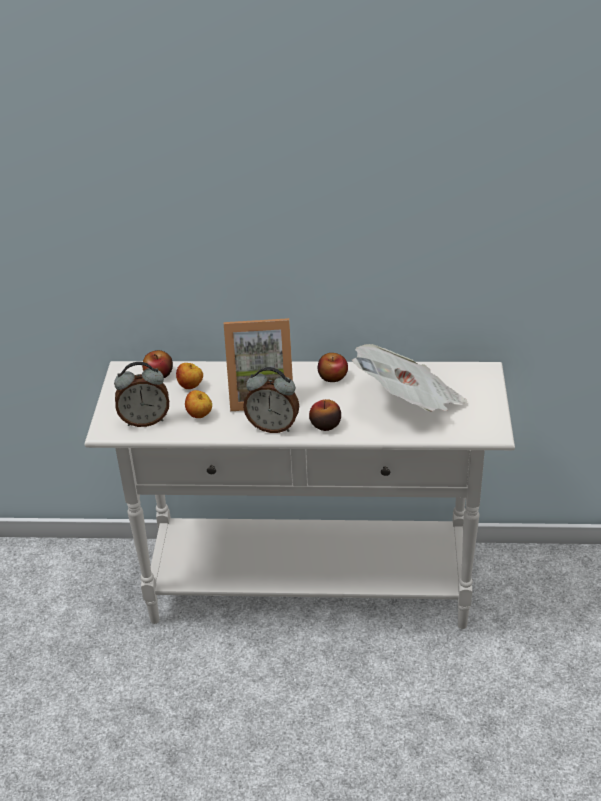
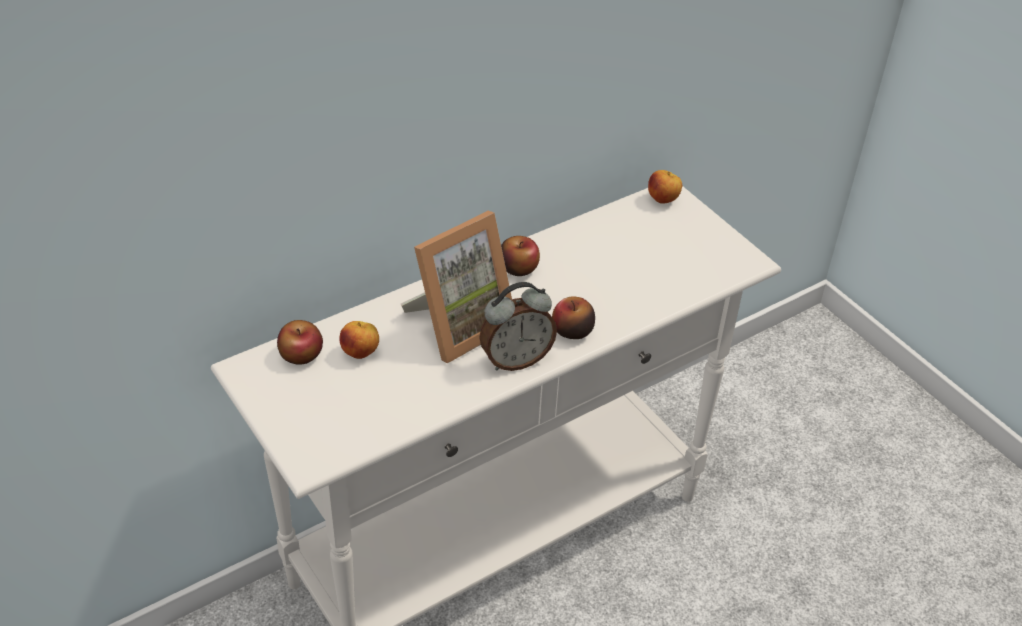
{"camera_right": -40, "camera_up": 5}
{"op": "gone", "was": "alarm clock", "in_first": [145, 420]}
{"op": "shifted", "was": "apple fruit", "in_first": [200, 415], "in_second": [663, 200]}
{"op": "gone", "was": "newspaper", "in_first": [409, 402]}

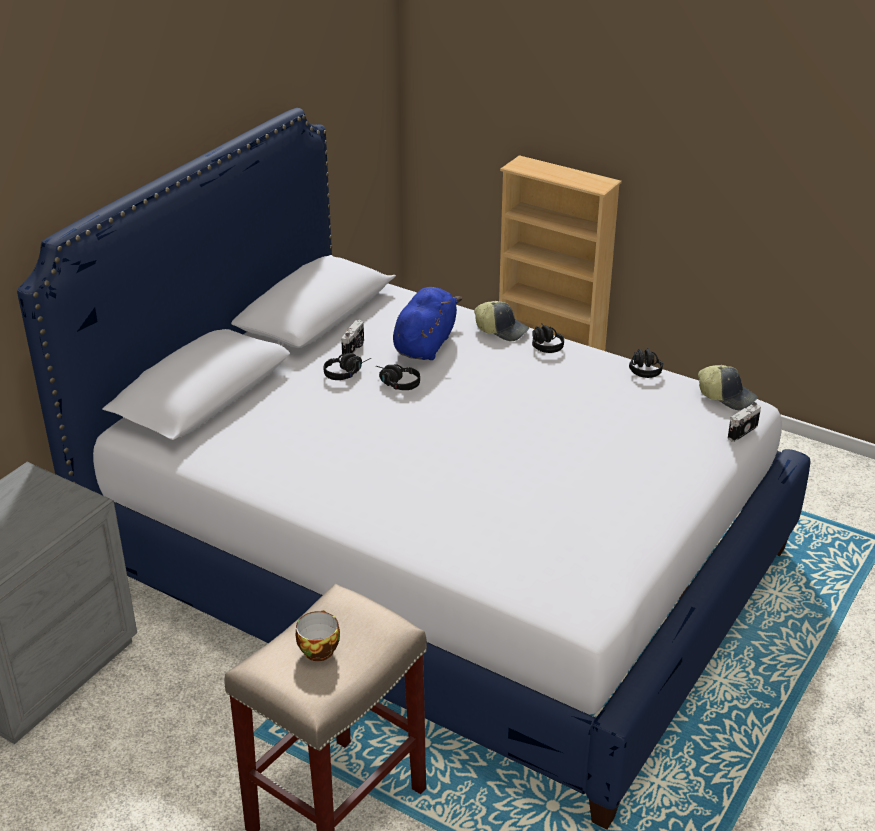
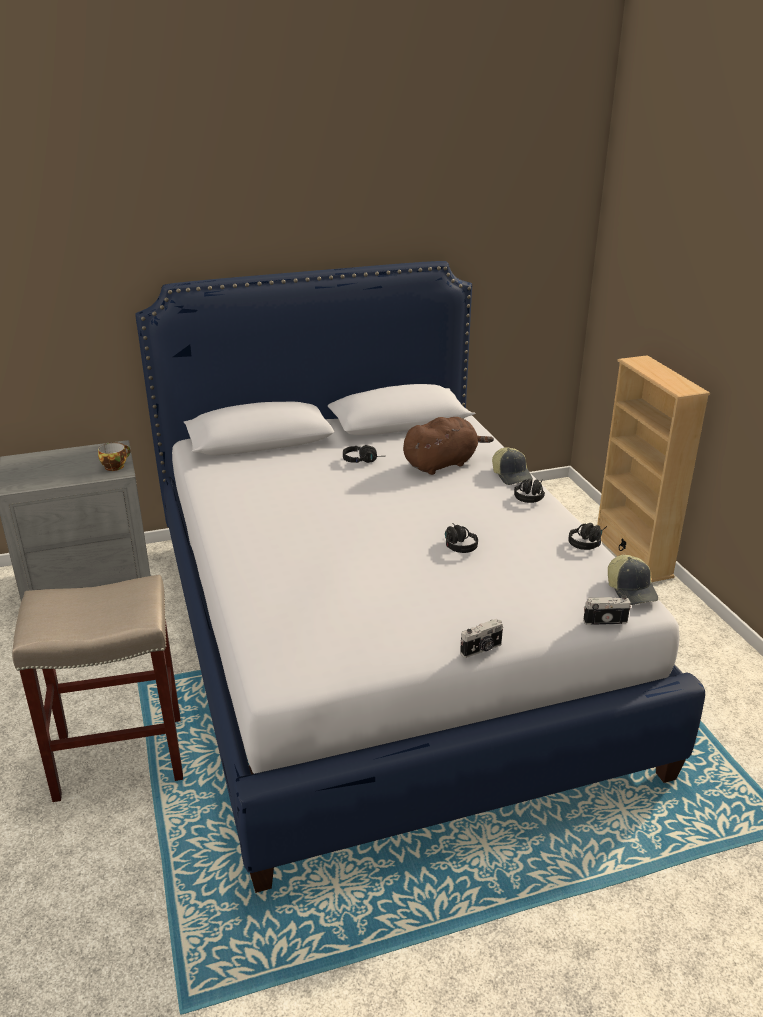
{"camera_right": 40, "camera_up": -5}
{"op": "shifted", "was": "drinking cup", "in_first": [318, 648], "in_second": [115, 466]}
{"op": "shifted", "was": "photo camera", "in_first": [354, 348], "in_second": [482, 649]}
{"op": "shifted", "was": "blackish headphones", "in_first": [395, 383], "in_second": [457, 544]}
{"op": "repainted", "was": "blue soft toy", "now": "brown soft toy", "in_first": [425, 344], "in_second": [442, 464]}

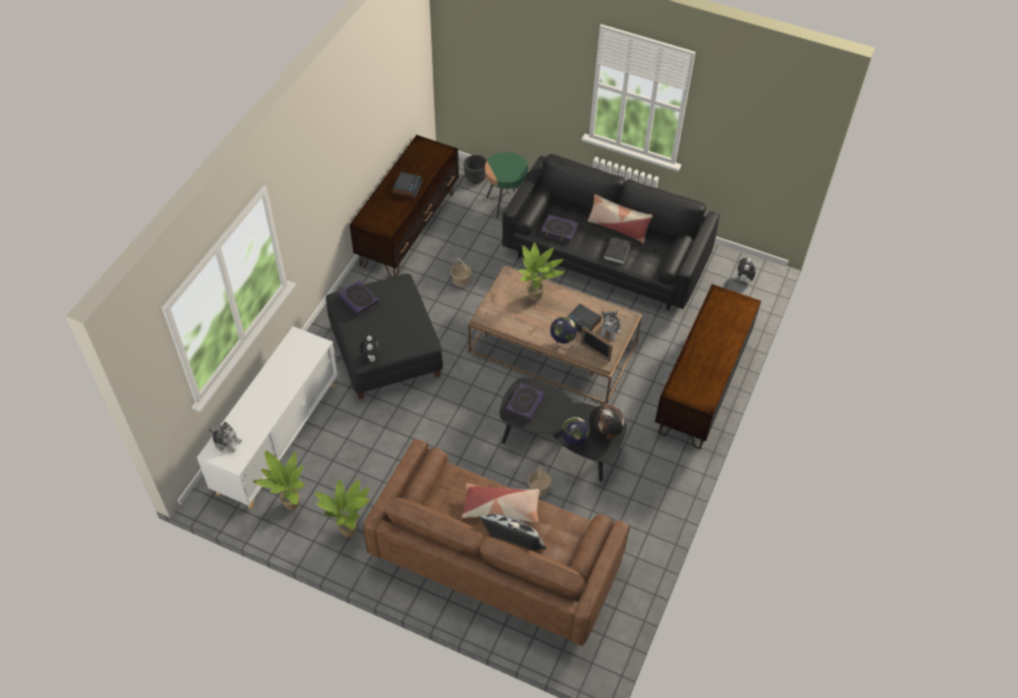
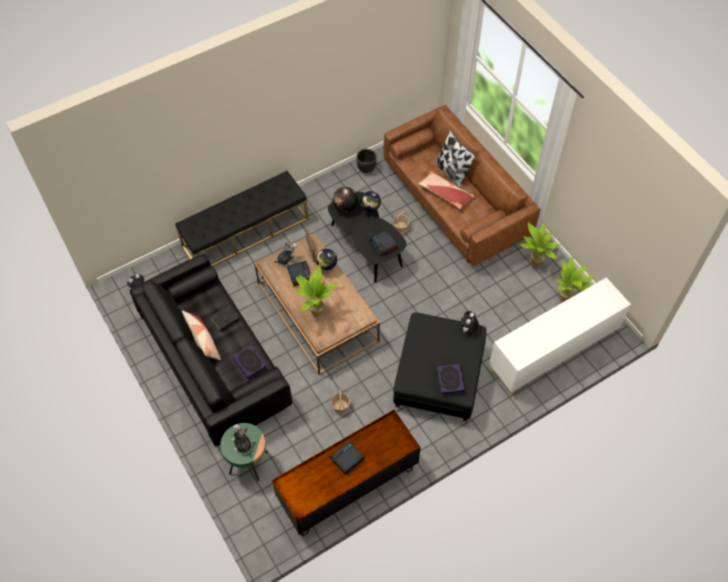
{"camera_right": -145, "camera_up": 5}
{"op": "shifted", "was": "soft toy", "in_first": [226, 442], "in_second": [242, 444]}
{"op": "shifted", "was": "blackish flower pot", "in_first": [476, 179], "in_second": [366, 169]}
{"op": "swapped", "was": "volume", "now": "alarm clock", "in_first": [524, 404], "in_second": [384, 245]}
{"op": "swapped", "was": "brown tv unit", "now": "blackish long seat", "in_first": [701, 387], "in_second": [246, 232]}

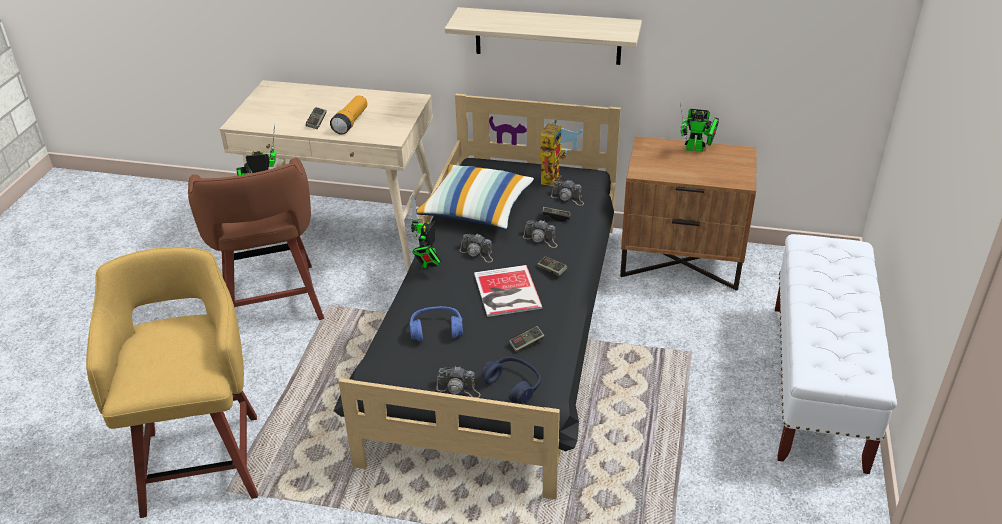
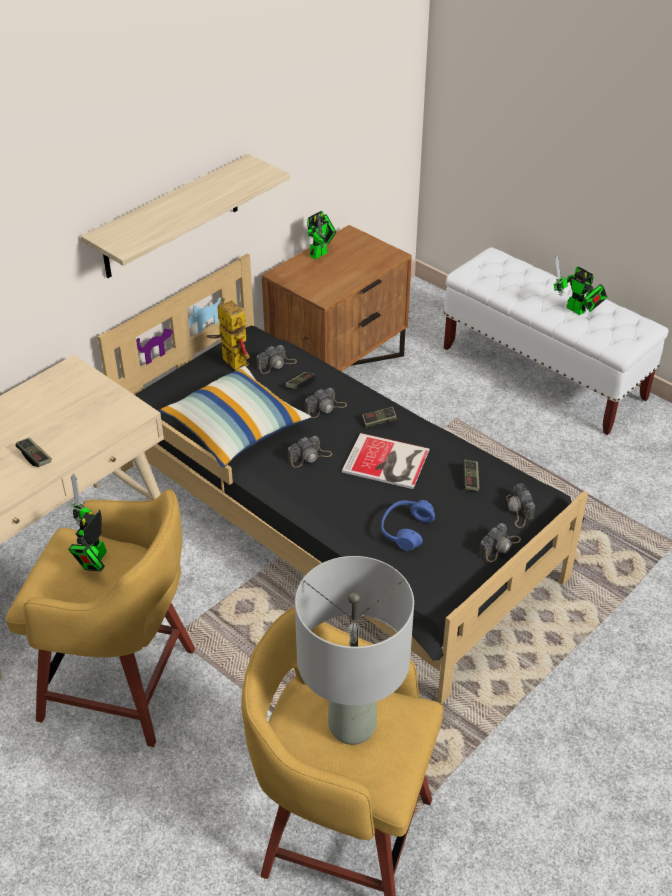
{"camera_right": -60, "camera_up": 5}
{"op": "repainted", "was": "brown stool", "now": "yellow-coloured stool", "in_first": [272, 303], "in_second": [123, 686]}
{"op": "gone", "was": "torch", "in_first": [351, 122]}
{"op": "shifted", "was": "model robot", "in_first": [427, 264], "in_second": [578, 311]}
{"op": "swapped", "was": "blue headphones", "now": "photo camera", "in_first": [513, 385], "in_second": [519, 510]}
{"op": "new", "now": "greyish lamp for a table", "in_second": [353, 726]}

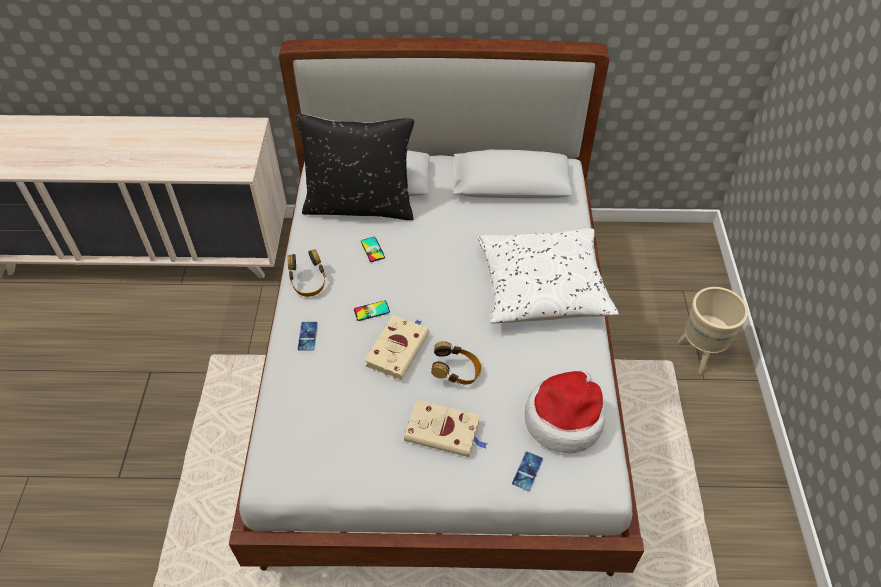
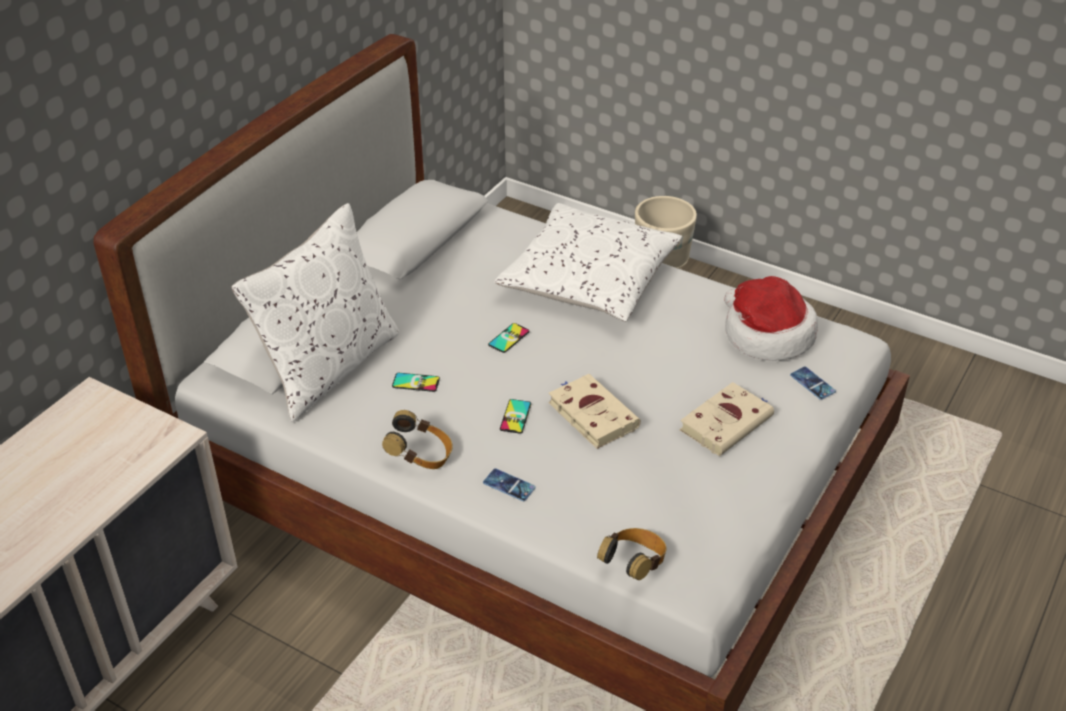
{"camera_right": -60, "camera_up": -10}
{"op": "repainted", "was": "blackish pillow", "now": "white pillow", "in_first": [360, 205], "in_second": [328, 367]}
{"op": "shifted", "was": "headphones", "in_first": [456, 373], "in_second": [634, 565]}
{"op": "new", "now": "handset", "in_second": [509, 338]}

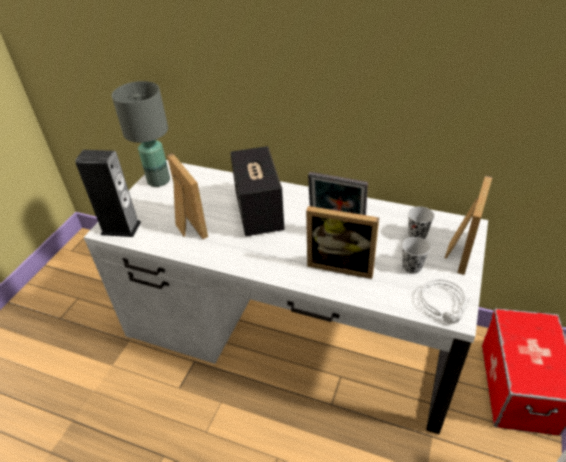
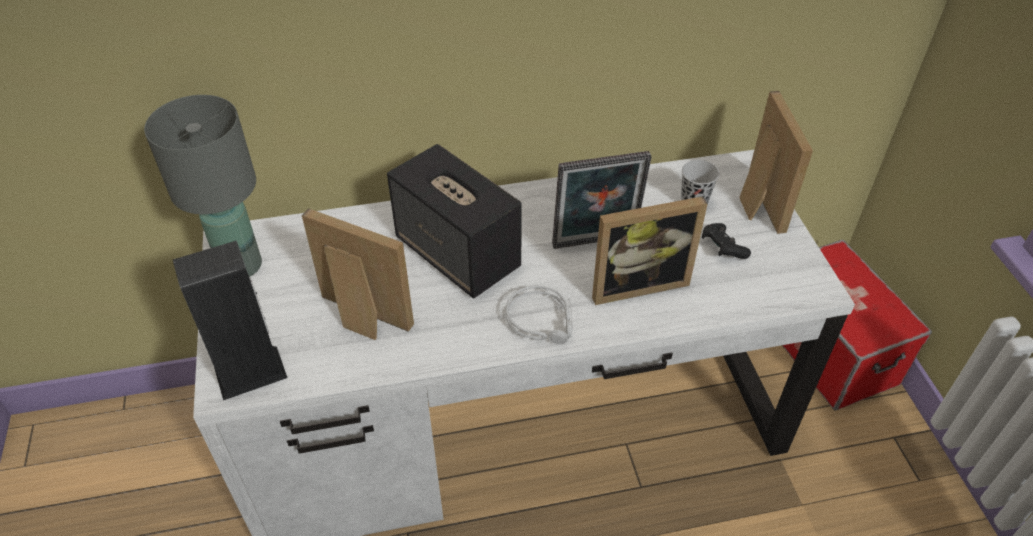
{"camera_right": -35, "camera_up": 5}
{"op": "swapped", "was": "blackish drinking cup", "now": "blackish joypad", "in_first": [412, 267], "in_second": [722, 248]}
{"op": "shifted", "was": "greyish headphones", "in_first": [445, 304], "in_second": [543, 320]}

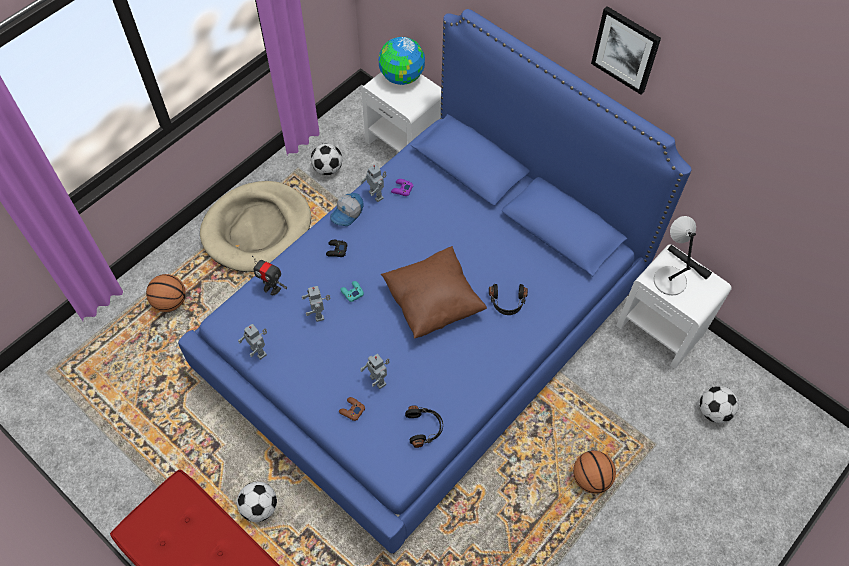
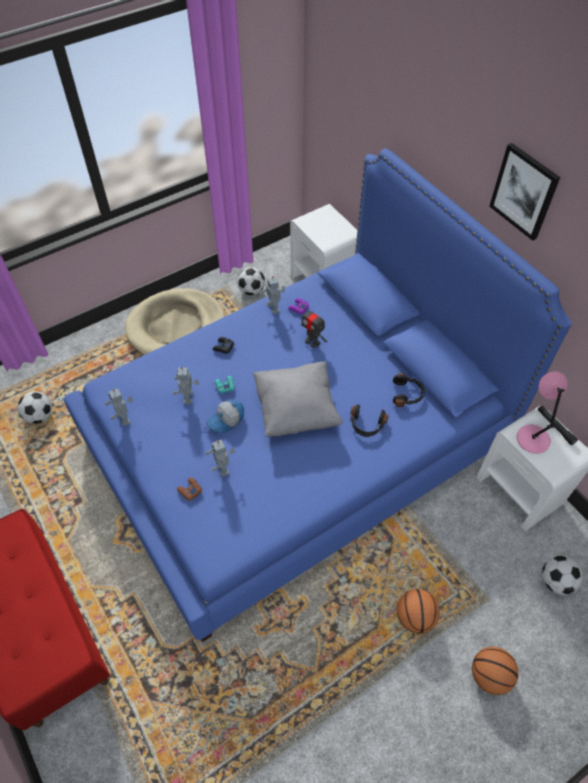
{"camera_right": 15, "camera_up": -5}
{"op": "shifted", "was": "ball for basketball", "in_first": [170, 302], "in_second": [489, 675]}
{"op": "shifted", "was": "ball for football", "in_first": [260, 507], "in_second": [40, 416]}
{"op": "shifted", "was": "model robot", "in_first": [272, 288], "in_second": [312, 341]}
{"op": "shifted", "was": "cap", "in_first": [347, 213], "in_second": [226, 420]}
{"op": "gone", "was": "globe", "in_first": [402, 77]}
{"op": "repainted", "was": "brown pillow", "now": "greyish pillow", "in_first": [433, 302], "in_second": [296, 410]}
{"op": "shifted", "was": "blackish headphones", "in_first": [424, 428], "in_second": [407, 394]}
{"op": "repainted", "was": "greyish lamp for a table", "now": "pink lamp for a table", "in_first": [668, 279], "in_second": [532, 437]}

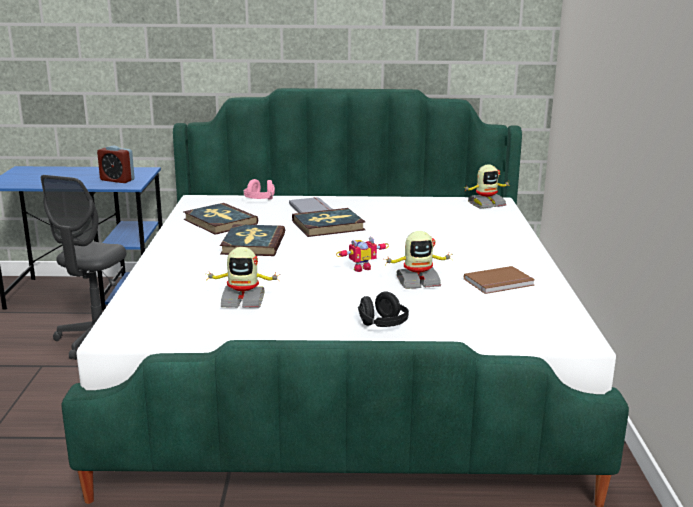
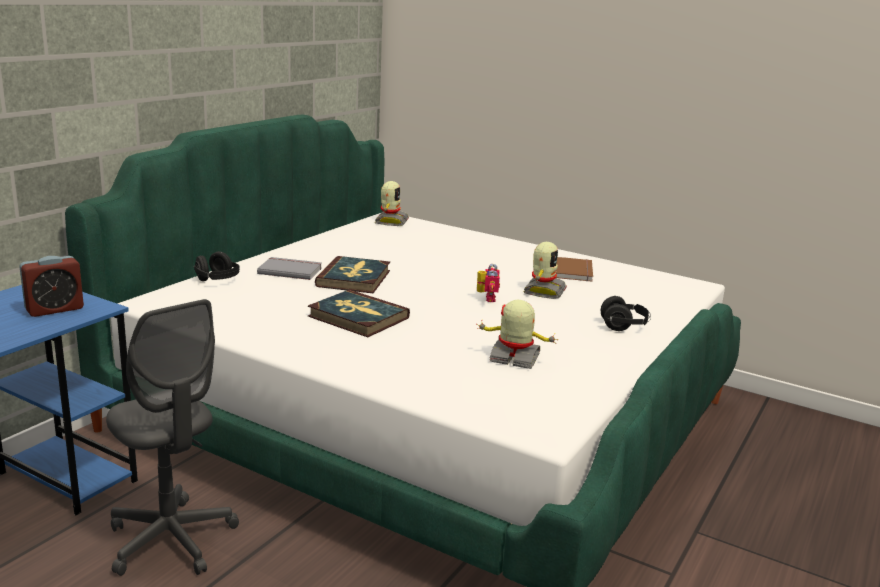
{"camera_right": -60, "camera_up": 0}
{"op": "gone", "was": "volume", "in_first": [220, 222]}
{"op": "rotated", "was": "model robot", "in_first": [243, 301], "in_second": [514, 358], "clockwise": -105}
{"op": "repainted", "was": "pink headphones", "now": "blackish headphones", "in_first": [260, 200], "in_second": [217, 280]}

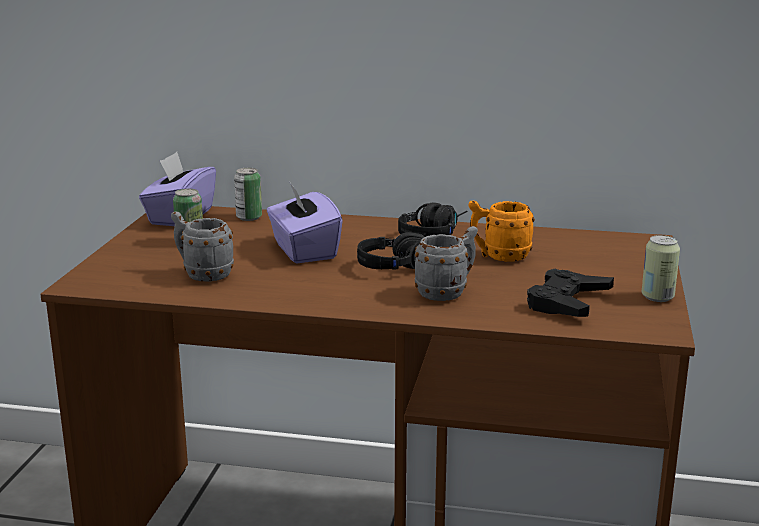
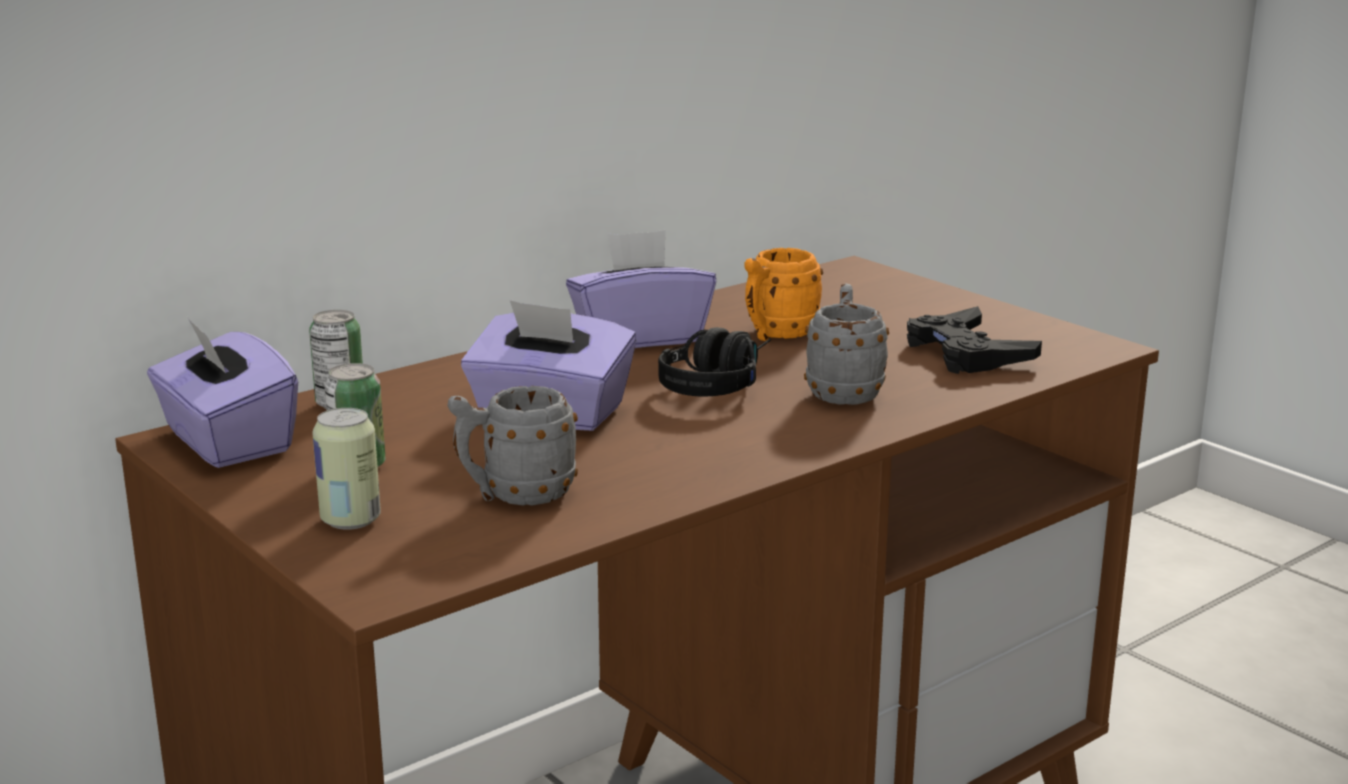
{"camera_right": -50, "camera_up": 0}
{"op": "swapped", "was": "blackish headphones", "now": "purple tissue holder", "in_first": [434, 234], "in_second": [640, 337]}
{"op": "shifted", "was": "metal can", "in_first": [657, 297], "in_second": [350, 520]}

